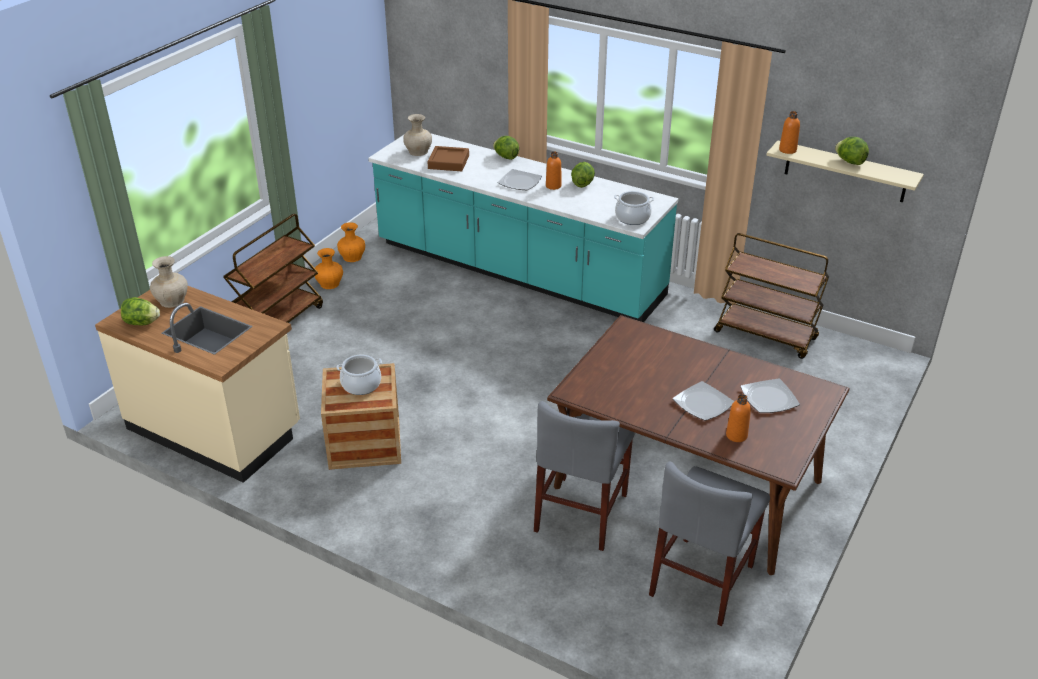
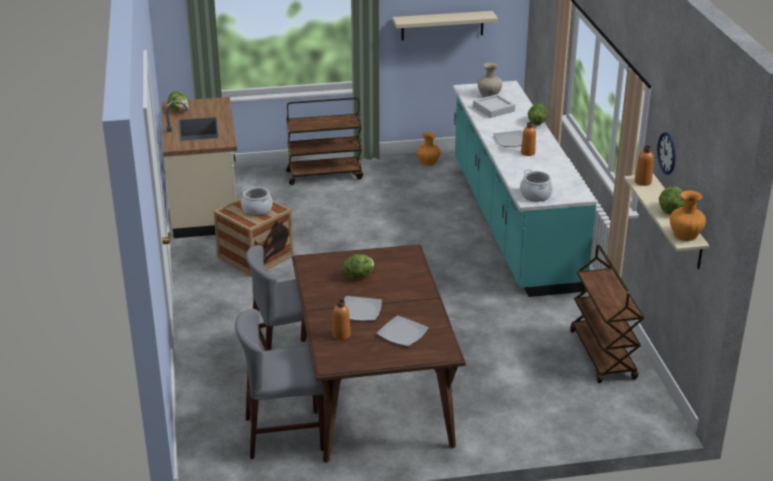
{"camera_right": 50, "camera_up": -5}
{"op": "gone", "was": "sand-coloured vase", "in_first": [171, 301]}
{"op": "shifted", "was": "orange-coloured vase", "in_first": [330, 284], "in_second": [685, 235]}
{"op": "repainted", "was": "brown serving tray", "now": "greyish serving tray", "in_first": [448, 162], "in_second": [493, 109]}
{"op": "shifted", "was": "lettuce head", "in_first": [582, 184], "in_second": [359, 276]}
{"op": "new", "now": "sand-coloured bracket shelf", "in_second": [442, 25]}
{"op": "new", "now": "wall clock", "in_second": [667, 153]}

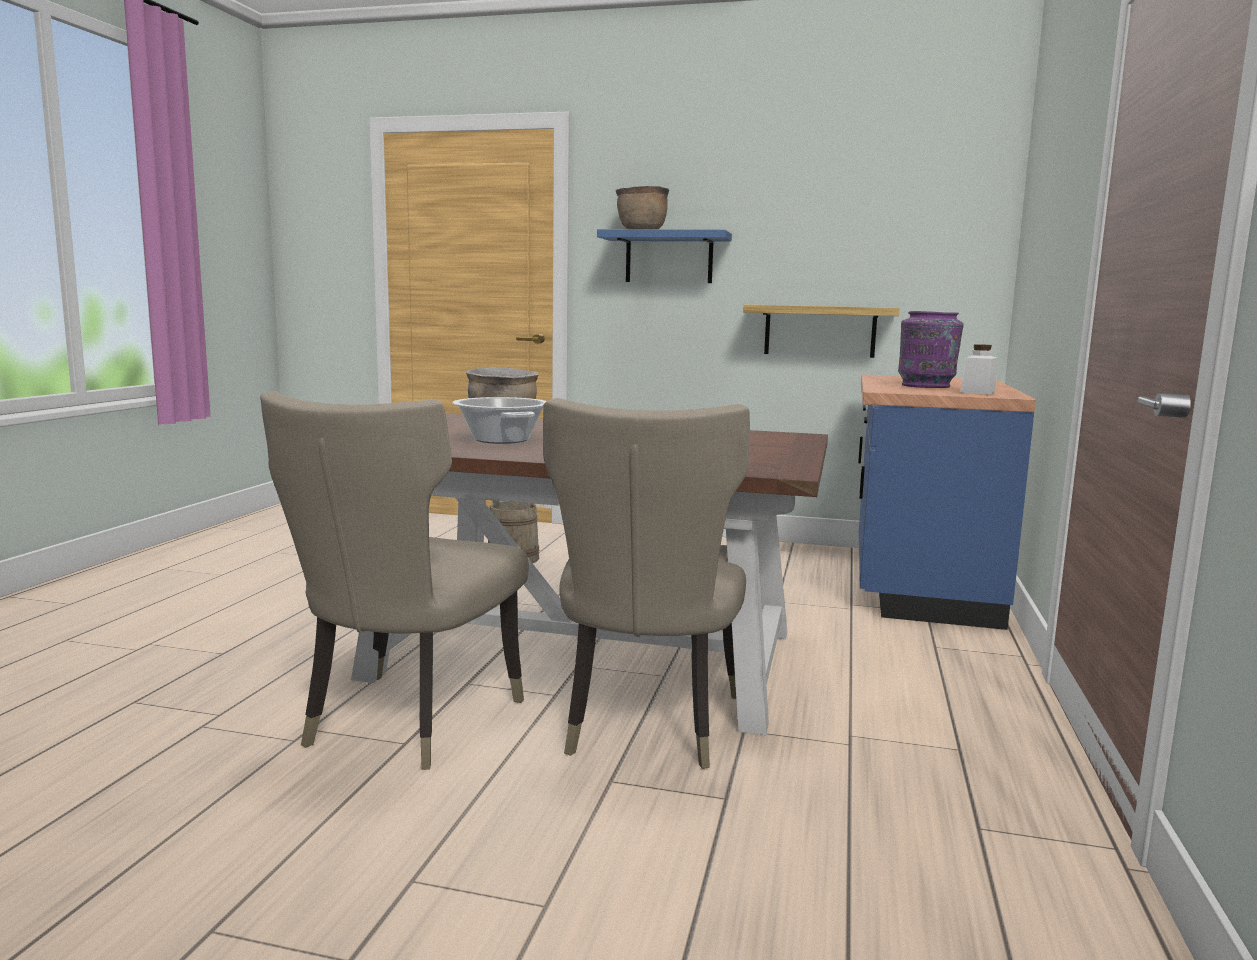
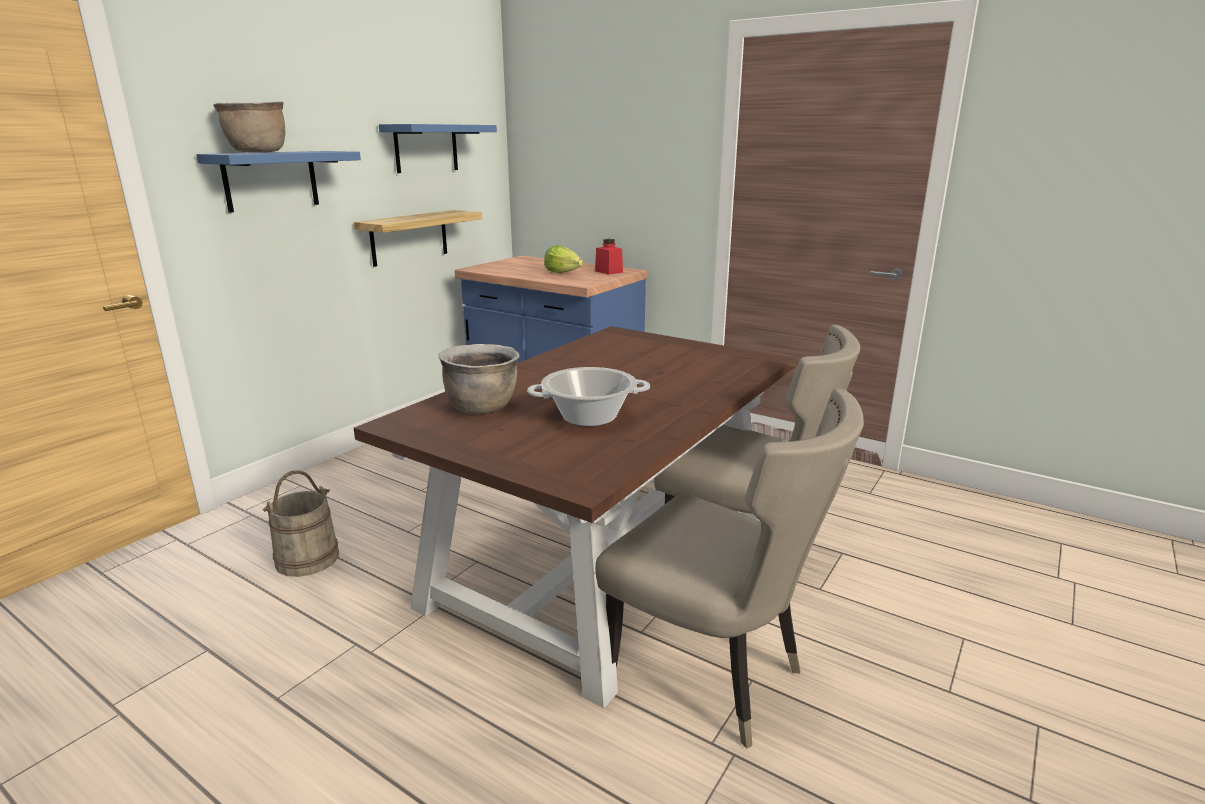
{"camera_right": -70, "camera_up": 10}
{"op": "swapped", "was": "purple vase", "now": "lettuce head", "in_first": [926, 386], "in_second": [562, 273]}
{"op": "repainted", "was": "white storage jar", "now": "red storage jar", "in_first": [978, 392], "in_second": [609, 271]}
{"op": "new", "now": "blue bracket shelf", "in_second": [426, 148]}

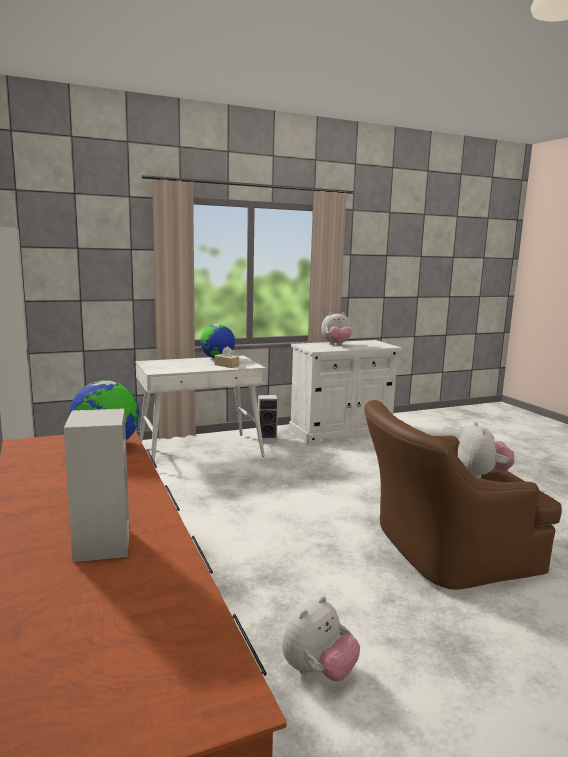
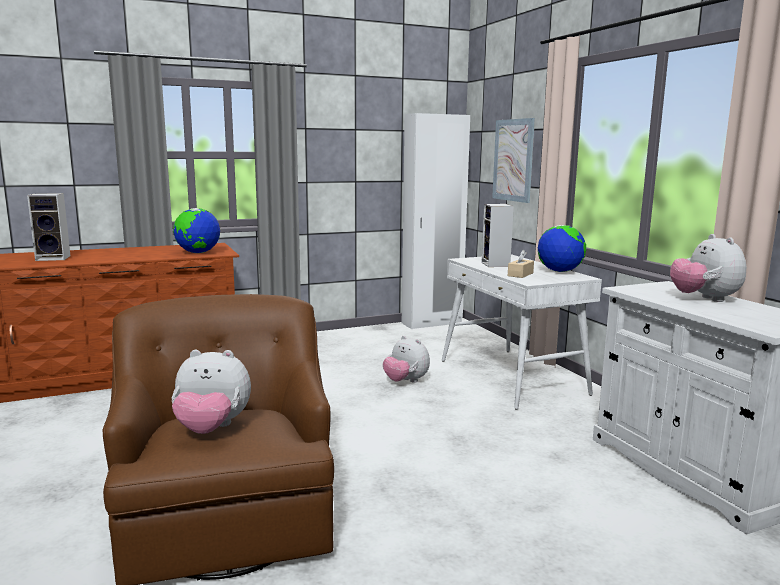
{"camera_right": 90, "camera_up": 0}
{"op": "shifted", "was": "loudspeaker", "in_first": [267, 439], "in_second": [496, 264]}
{"op": "shifted", "was": "soft toy", "in_first": [318, 671], "in_second": [406, 381]}
{"op": "new", "now": "wall art", "in_second": [513, 160]}

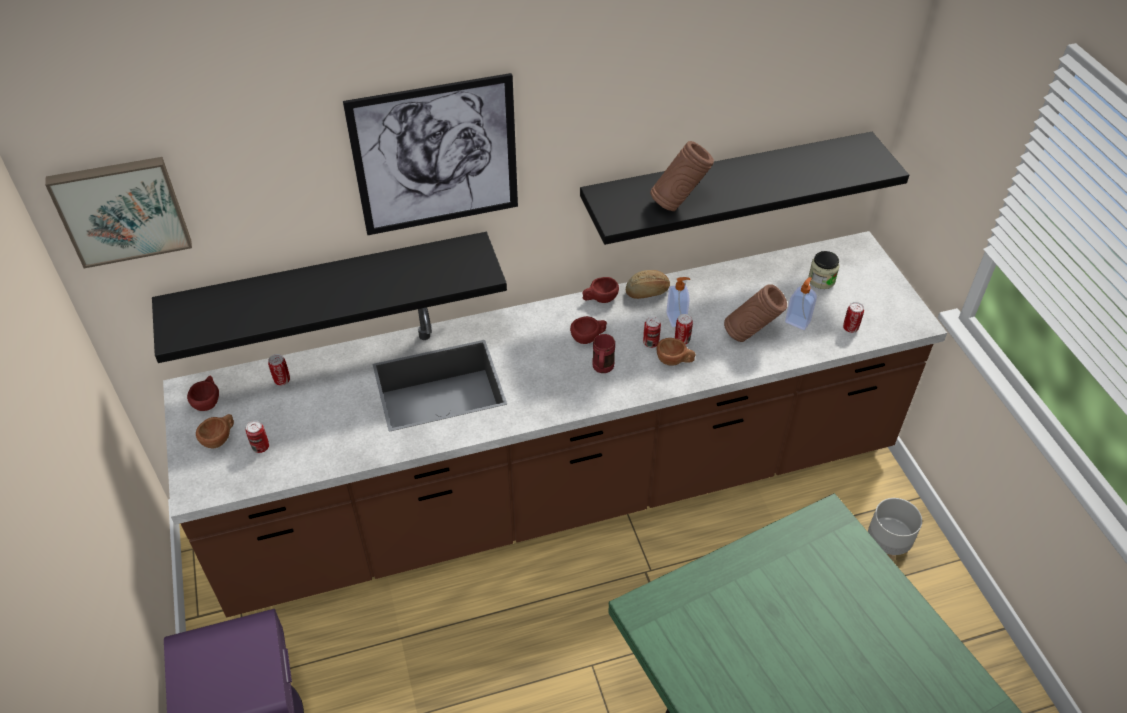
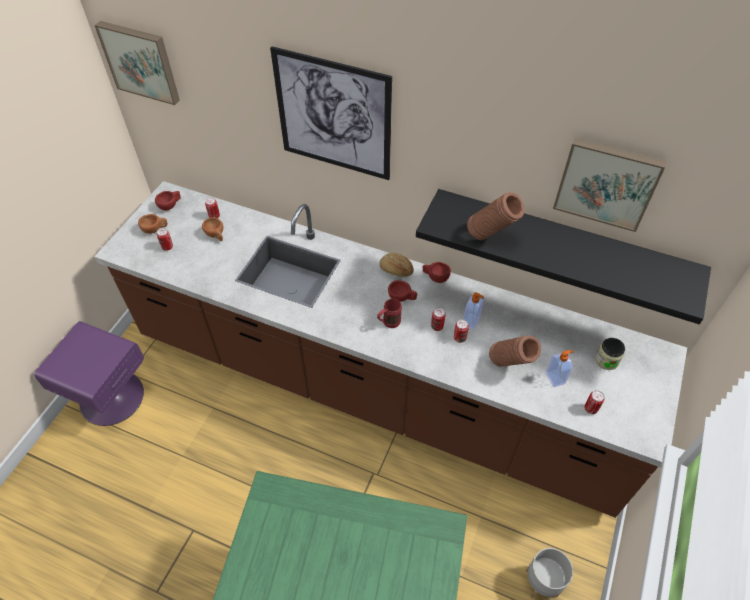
{"camera_right": 40, "camera_up": 5}
{"op": "gone", "was": "blackish bracket shelf", "in_first": [329, 286]}
{"op": "shifted", "was": "bread", "in_first": [647, 292], "in_second": [395, 270]}
{"op": "shifted", "was": "brown drinking cup", "in_first": [674, 361], "in_second": [216, 235]}
{"op": "new", "now": "wall art", "in_second": [607, 182]}

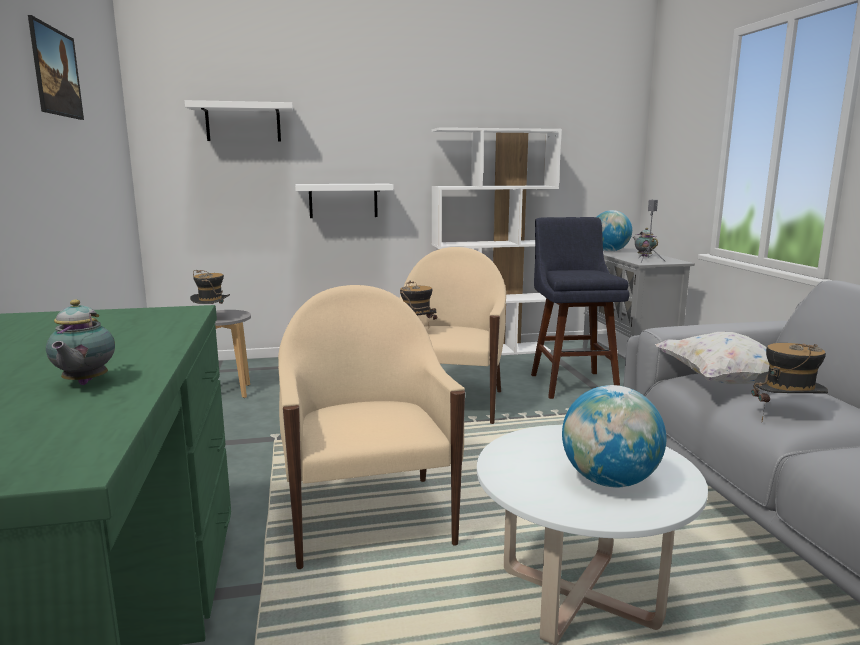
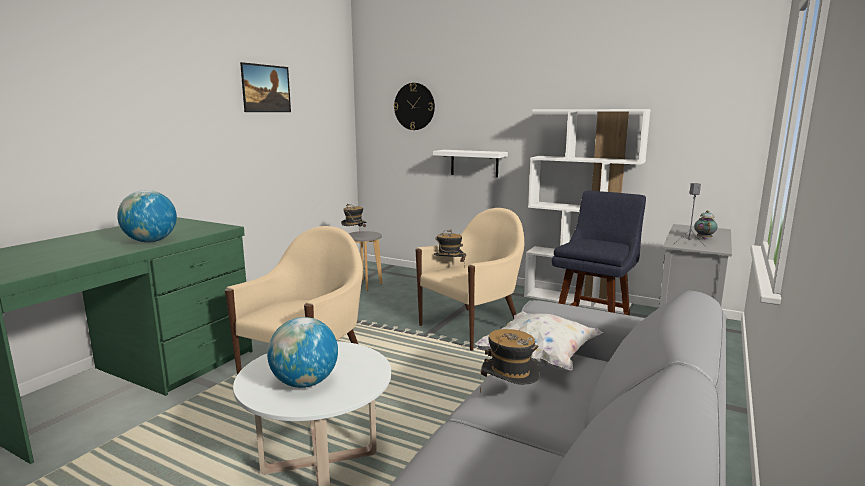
{"camera_right": 40, "camera_up": 0}
{"op": "gone", "was": "pot for tea", "in_first": [84, 383]}
{"op": "swapped", "was": "white bracket shelf", "now": "wall clock", "in_first": [243, 122], "in_second": [414, 106]}
{"op": "shifted", "was": "globe", "in_first": [609, 251], "in_second": [151, 241]}

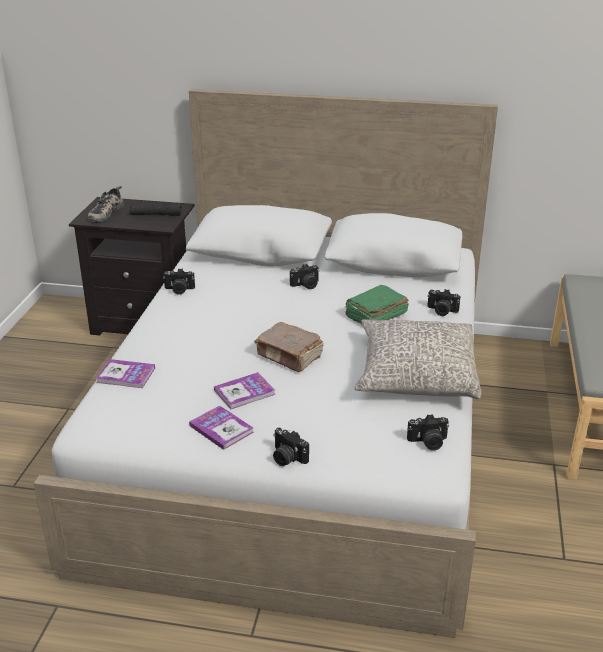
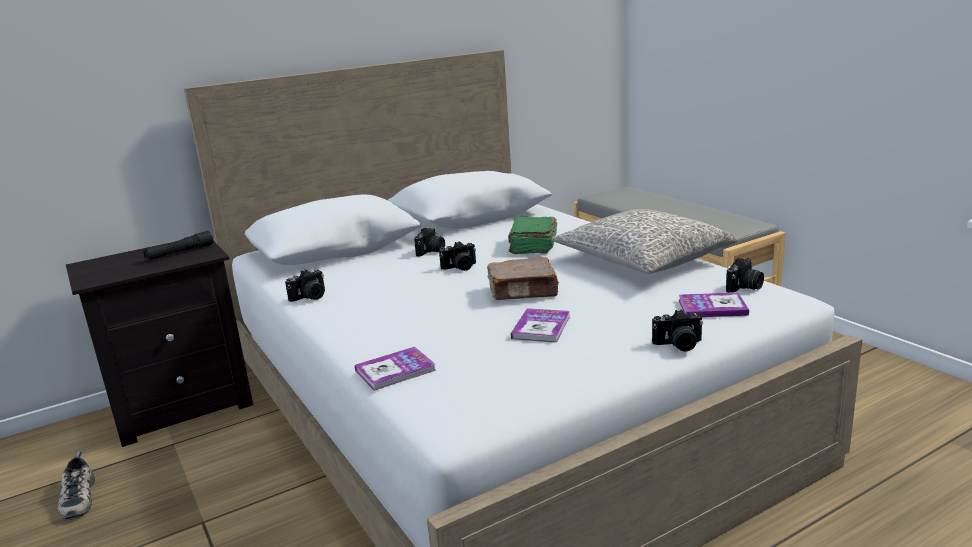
{"camera_right": -40, "camera_up": -10}
{"op": "shifted", "was": "low shoe", "in_first": [105, 213], "in_second": [77, 498]}
{"op": "shifted", "was": "volume", "in_first": [221, 429], "in_second": [712, 307]}
{"op": "shifted", "was": "photo camera", "in_first": [441, 311], "in_second": [460, 268]}

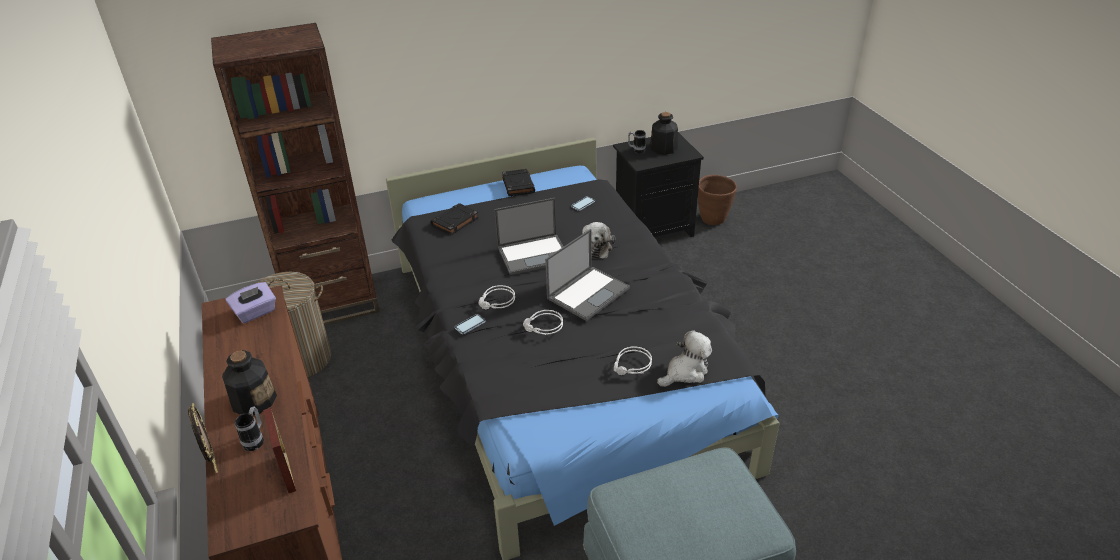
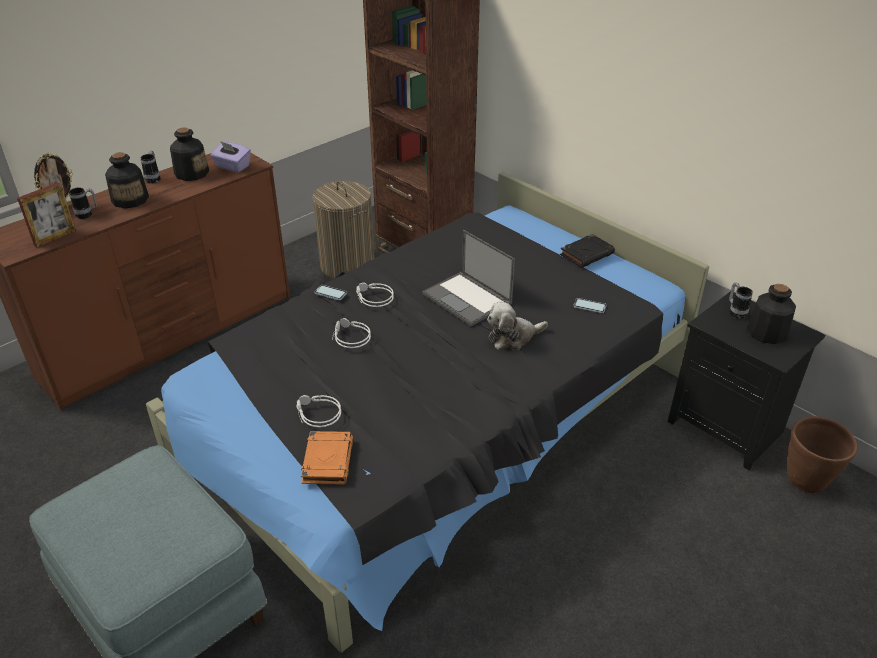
{"camera_right": 65, "camera_up": 0}
{"op": "gone", "was": "blackish volume", "in_first": [455, 222]}
{"op": "gone", "was": "notebook computer", "in_first": [588, 293]}
{"op": "swapped", "was": "soft toy", "now": "orange-coloured volume", "in_first": [685, 372], "in_second": [327, 460]}
{"op": "new", "now": "coffee mug", "in_second": [154, 178]}
{"op": "new", "now": "bottle", "in_second": [191, 173]}

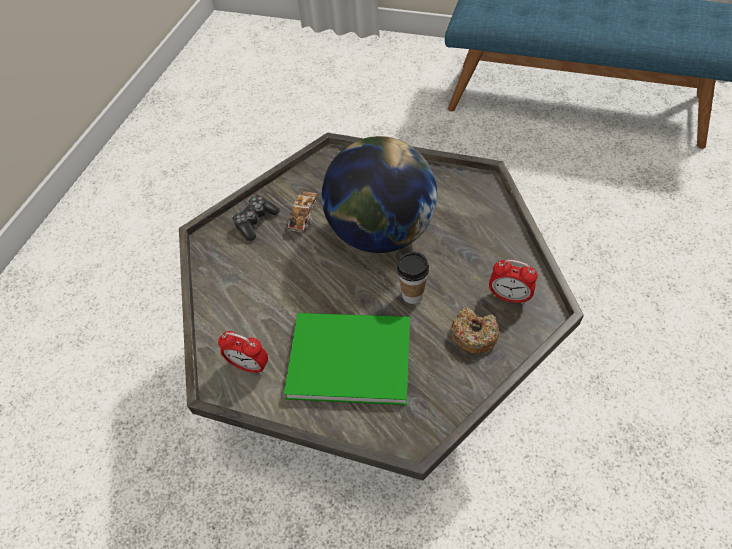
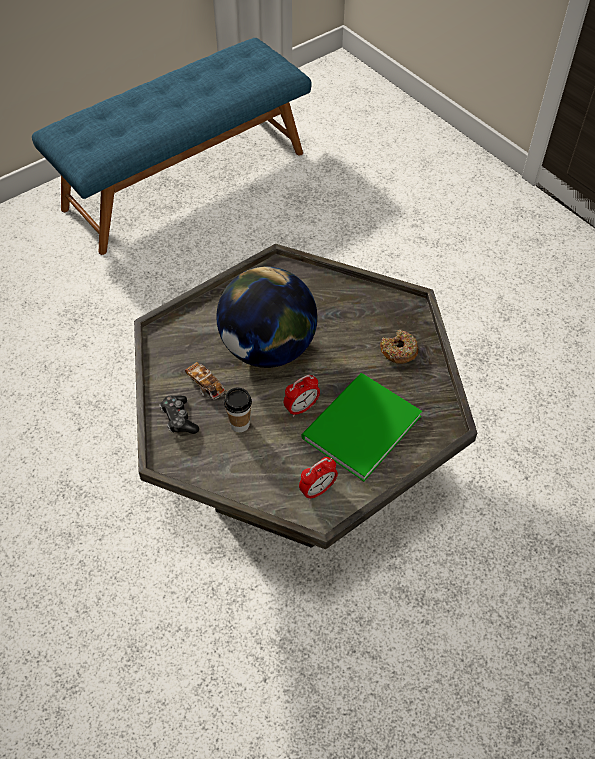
{"camera_right": -60, "camera_up": 0}
{"op": "shifted", "was": "drinking cup", "in_first": [412, 295], "in_second": [240, 424]}
{"op": "shifted", "was": "alarm clock", "in_first": [509, 297], "in_second": [301, 408]}

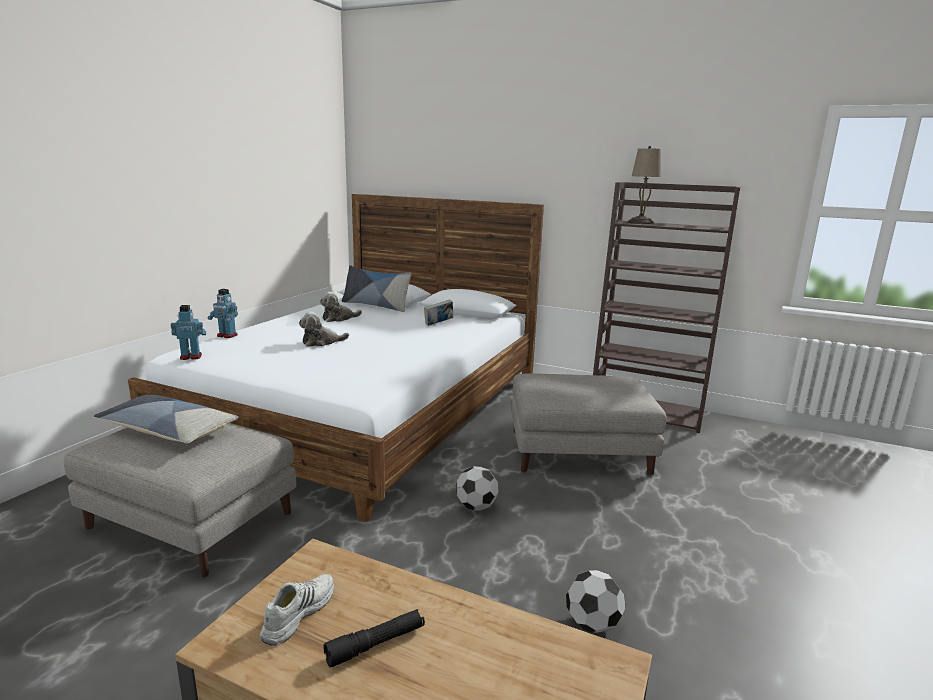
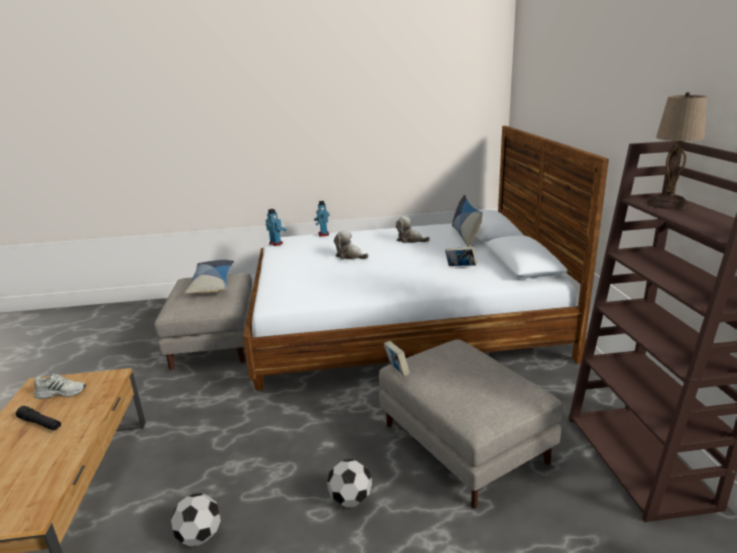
{"camera_right": 60, "camera_up": 5}
{"op": "shifted", "was": "ball for football", "in_first": [476, 506], "in_second": [351, 499]}
{"op": "new", "now": "volume", "in_second": [397, 371]}

